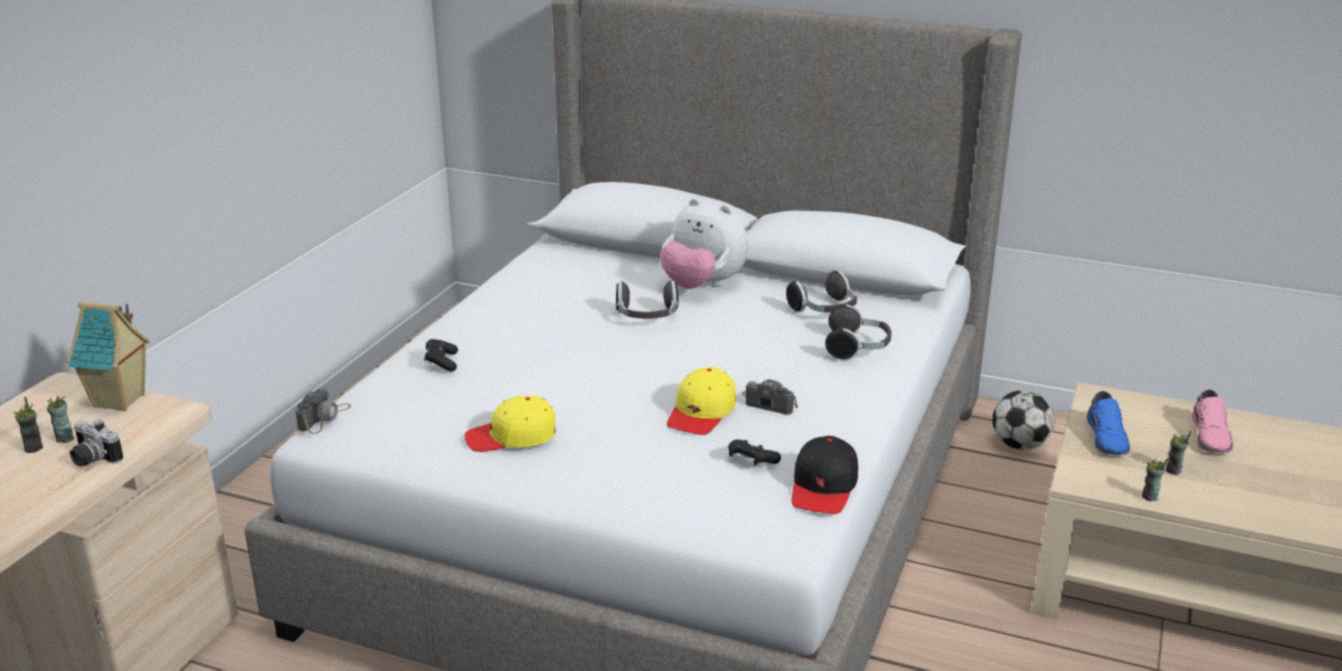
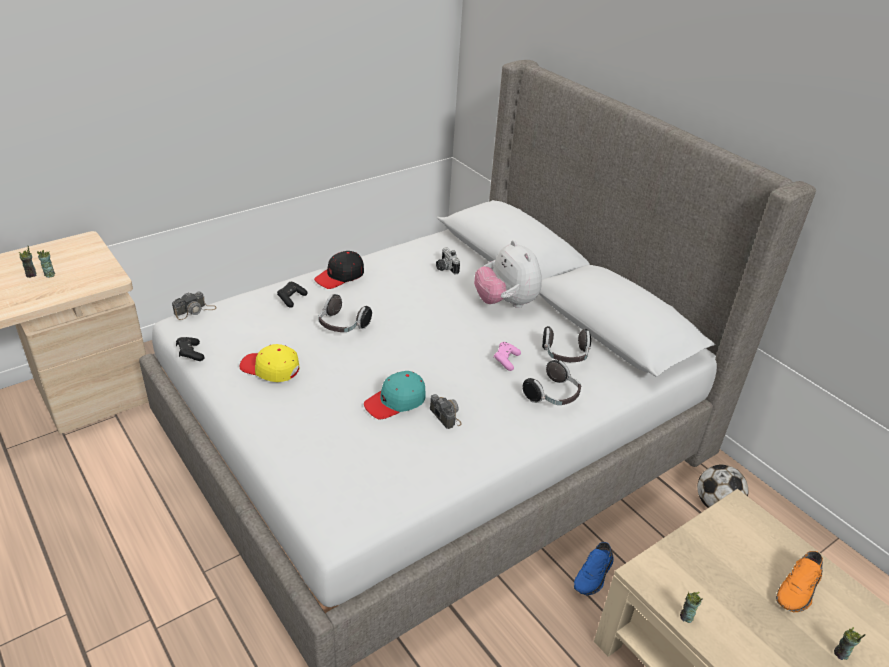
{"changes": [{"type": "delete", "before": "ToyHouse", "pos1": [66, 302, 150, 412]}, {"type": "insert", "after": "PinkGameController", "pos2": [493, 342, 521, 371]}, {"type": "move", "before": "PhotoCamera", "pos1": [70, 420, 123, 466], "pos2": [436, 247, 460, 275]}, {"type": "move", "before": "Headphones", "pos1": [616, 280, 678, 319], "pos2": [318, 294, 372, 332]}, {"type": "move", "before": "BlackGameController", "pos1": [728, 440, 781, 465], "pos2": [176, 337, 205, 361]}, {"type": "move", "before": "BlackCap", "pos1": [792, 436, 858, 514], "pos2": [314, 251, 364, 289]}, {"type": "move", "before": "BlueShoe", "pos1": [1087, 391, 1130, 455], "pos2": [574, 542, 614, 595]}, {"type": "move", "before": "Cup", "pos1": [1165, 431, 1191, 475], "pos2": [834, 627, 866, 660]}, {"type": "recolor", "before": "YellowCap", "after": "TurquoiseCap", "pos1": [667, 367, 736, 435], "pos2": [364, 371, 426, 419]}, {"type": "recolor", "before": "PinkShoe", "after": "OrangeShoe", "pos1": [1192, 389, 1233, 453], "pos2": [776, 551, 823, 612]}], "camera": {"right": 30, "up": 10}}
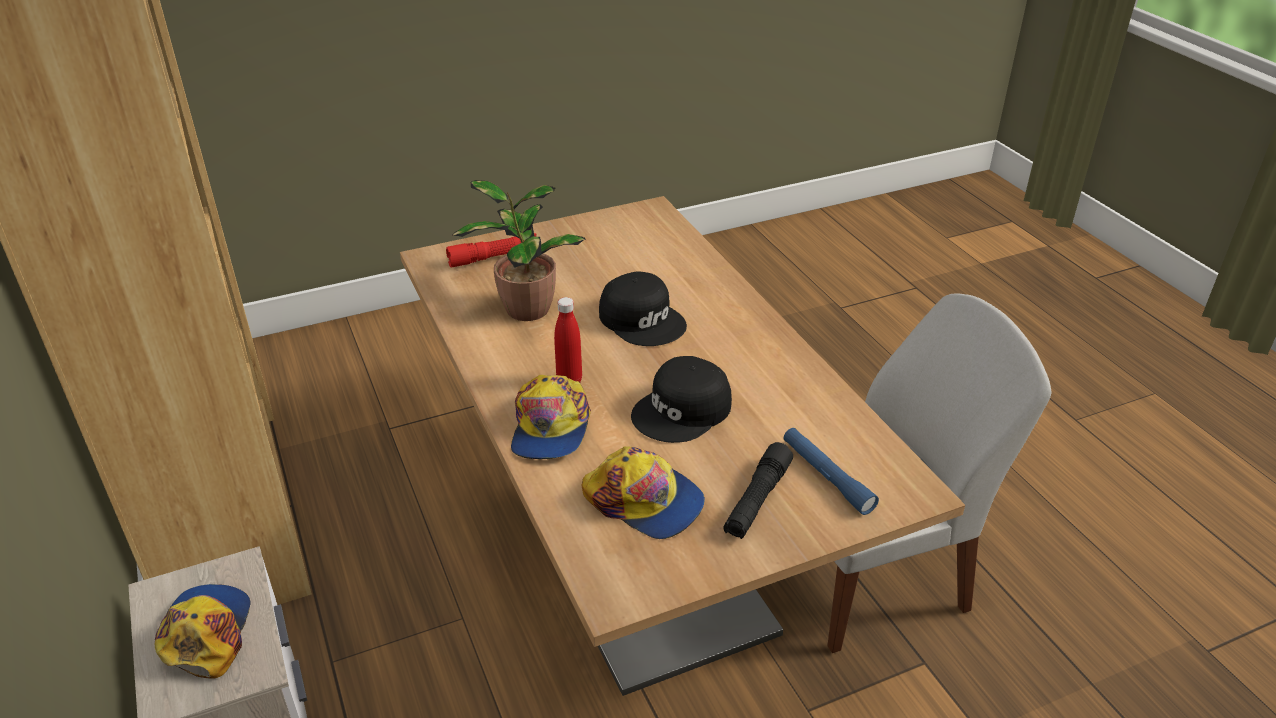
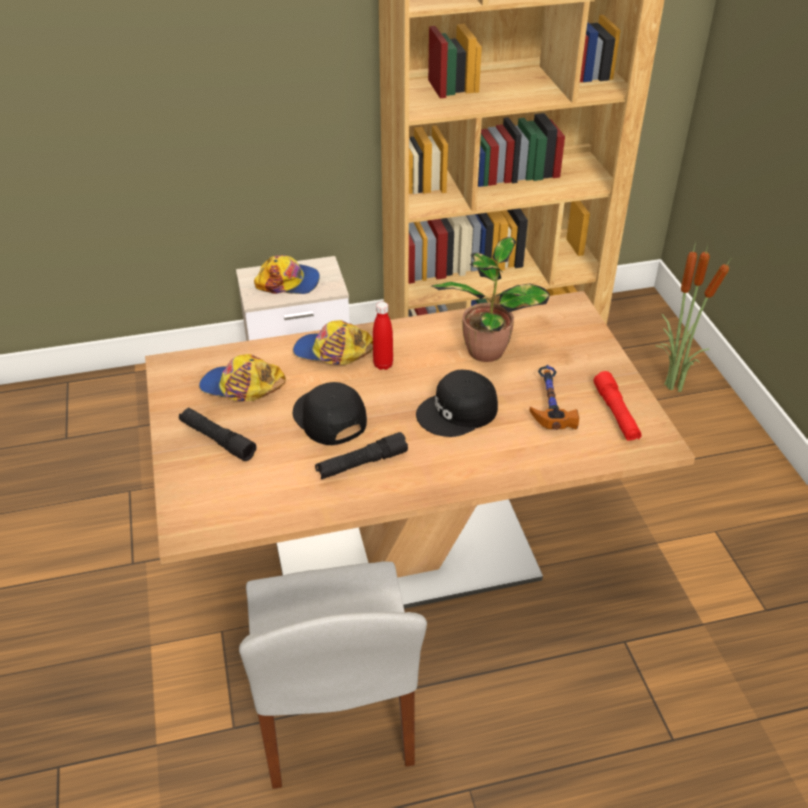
{"changes": [{"type": "delete", "before": "BlueFlashlight", "pos1": [784, 428, 879, 515]}, {"type": "insert", "after": "BlackFlashlight", "pos2": [315, 432, 408, 479]}, {"type": "insert", "after": "Hammer", "pos2": [529, 365, 579, 430]}, {"type": "insert", "after": "PottedPlant", "pos2": [655, 242, 731, 392]}, {"type": "move", "before": "RedFlashlight", "pos1": [446, 233, 536, 267], "pos2": [594, 371, 642, 441]}, {"type": "rotate", "before": "Cap", "pos1": [582, 446, 705, 539], "pos2": [199, 354, 286, 401], "turn": 60}], "camera": {"right": 100, "up": 5}}
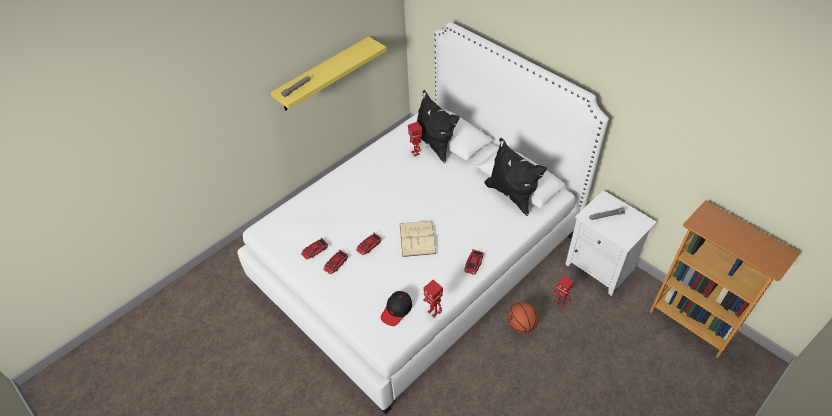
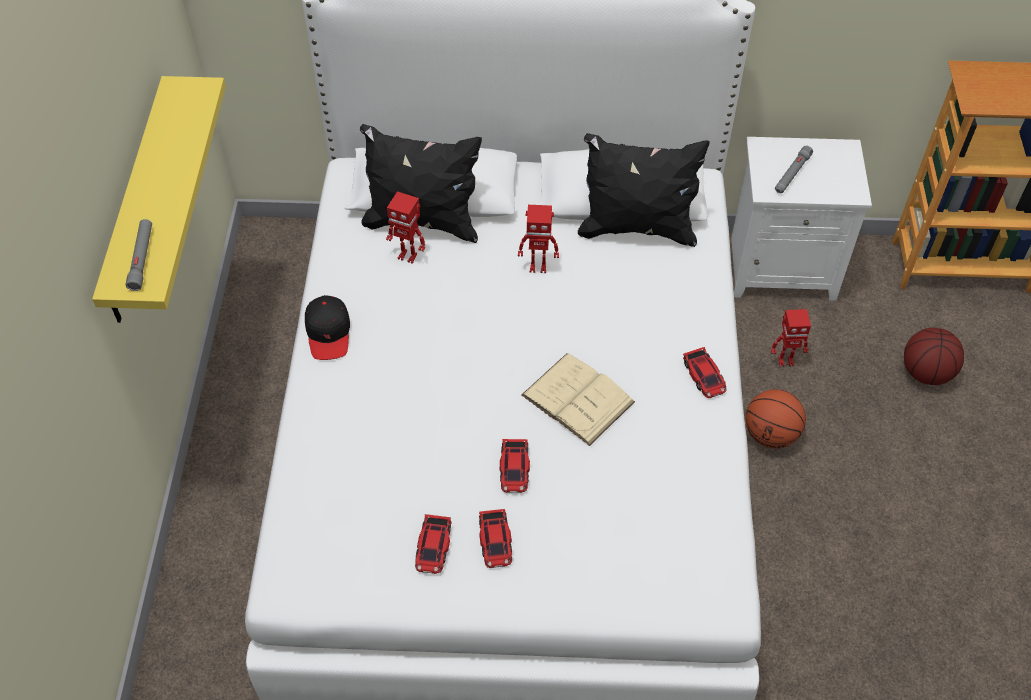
{"changes": [{"type": "insert", "after": "Basketball", "pos2": [904, 328, 964, 385]}, {"type": "move", "before": "BlackCap", "pos1": [381, 291, 412, 326], "pos2": [305, 295, 350, 360]}, {"type": "move", "before": "ToyRobot", "pos1": [423, 280, 443, 317], "pos2": [518, 205, 559, 273]}], "camera": {"right": -45, "up": 5}}
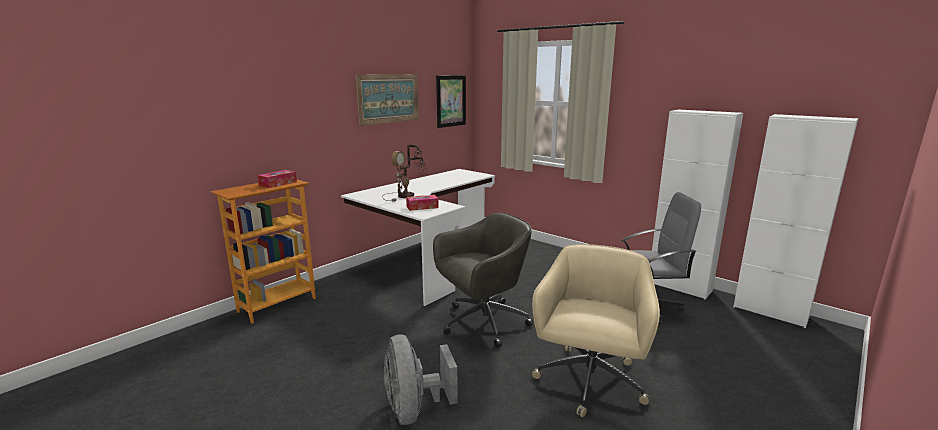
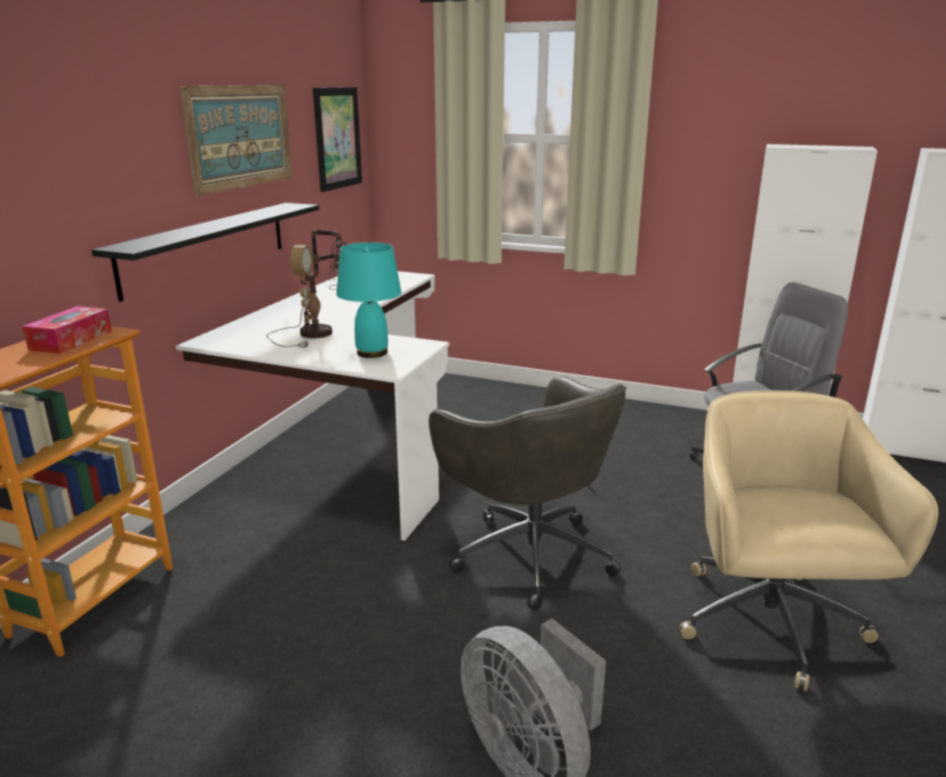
{"changes": [{"type": "insert", "after": "BlackShelf", "pos2": [91, 203, 319, 302]}, {"type": "replace", "before": "TissueBox", "after": "TurquoiseTableLamp", "pos1": [406, 195, 439, 211], "pos2": [336, 242, 401, 358]}, {"type": "rotate", "before": "GreyOfficeChair", "pos1": [433, 213, 533, 347], "pos2": [429, 376, 627, 611], "turn": 105}], "camera": {"right": -20, "up": 5}}
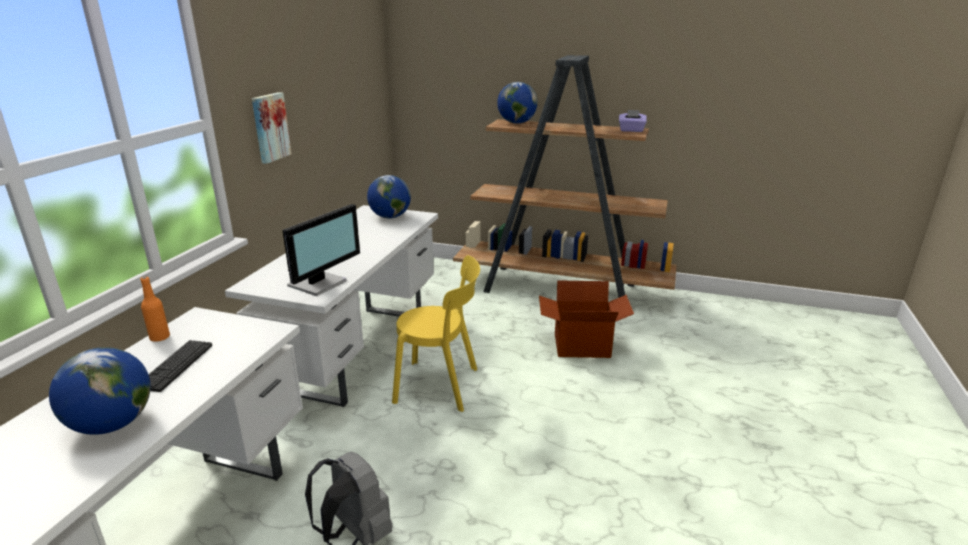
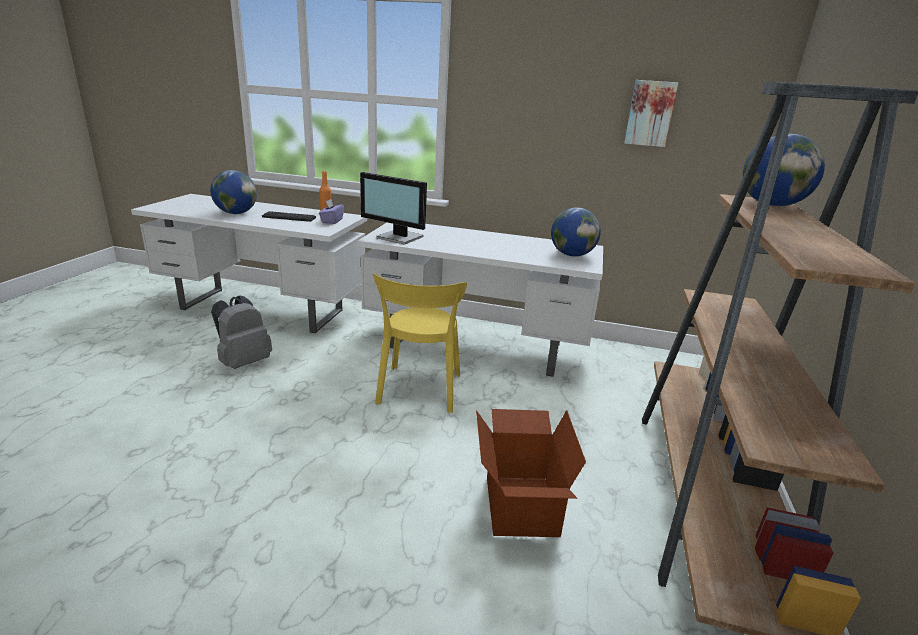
{"changes": [{"type": "move", "before": "Picture", "pos1": [252, 92, 292, 164], "pos2": [624, 80, 679, 147]}, {"type": "move", "before": "PurpleTissueBox", "pos1": [619, 110, 647, 132], "pos2": [319, 199, 344, 224]}], "camera": {"right": 85, "up": 0}}
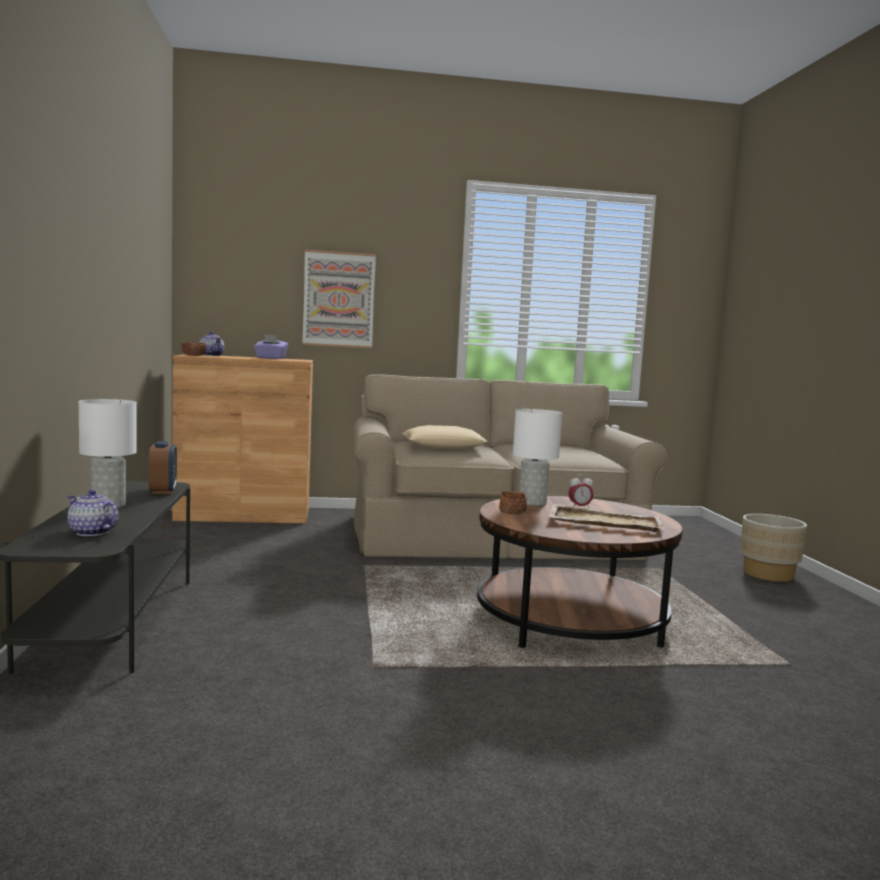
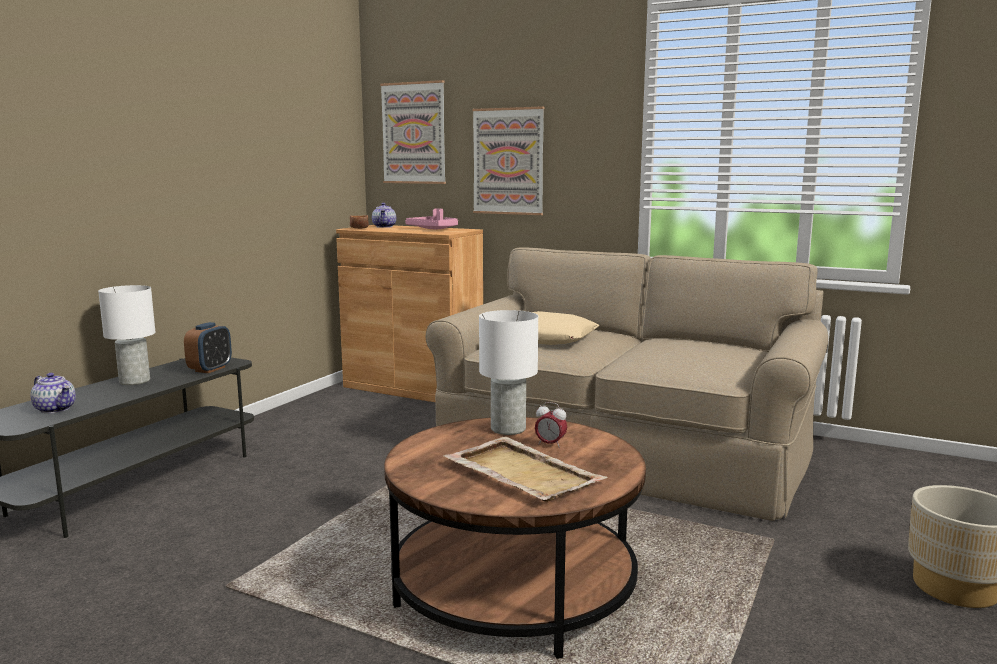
{"changes": [{"type": "delete", "before": "BrownBowl", "pos1": [499, 491, 526, 514]}, {"type": "insert", "after": "Picture", "pos2": [380, 80, 446, 184]}, {"type": "replace", "before": "PurpleTissueBox", "after": "PinkTray", "pos1": [254, 334, 288, 359], "pos2": [405, 208, 458, 229]}, {"type": "rotate", "before": "Teapot", "pos1": [67, 490, 119, 536], "pos2": [30, 373, 76, 413], "turn": 150}], "camera": {"right": 35, "up": 5}}
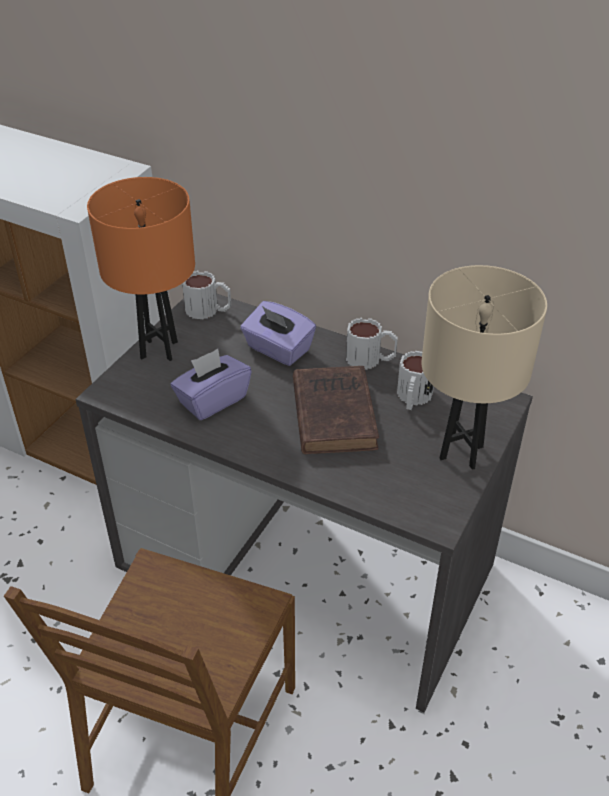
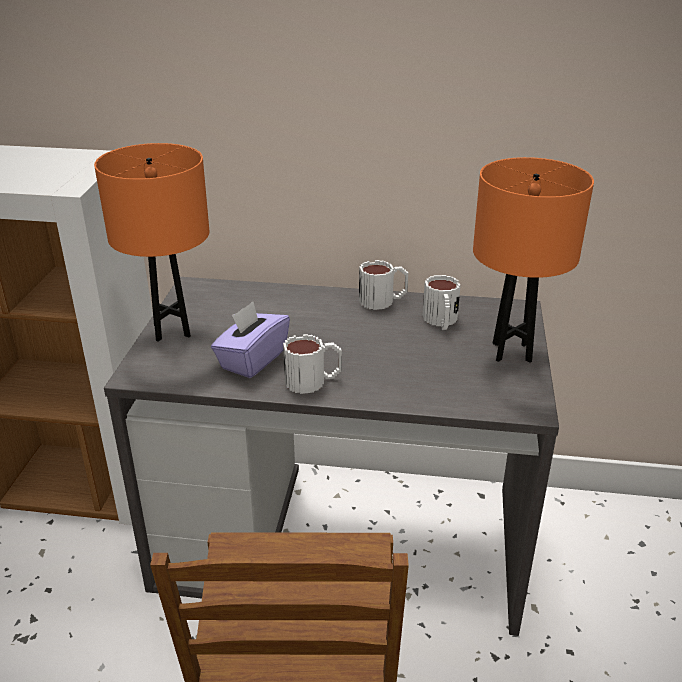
{"changes": [{"type": "delete", "before": "PurpleTissueBox", "pos1": [240, 301, 316, 366]}, {"type": "delete", "before": "BrownBook", "pos1": [293, 366, 379, 454]}, {"type": "move", "before": "Mug", "pos1": [182, 271, 231, 320], "pos2": [283, 334, 342, 394]}, {"type": "recolor", "before": "BeigeTableLamp", "after": "OrangeTableLamp", "pos1": [421, 265, 547, 470], "pos2": [473, 157, 594, 363]}], "camera": {"right": -20, "up": -10}}
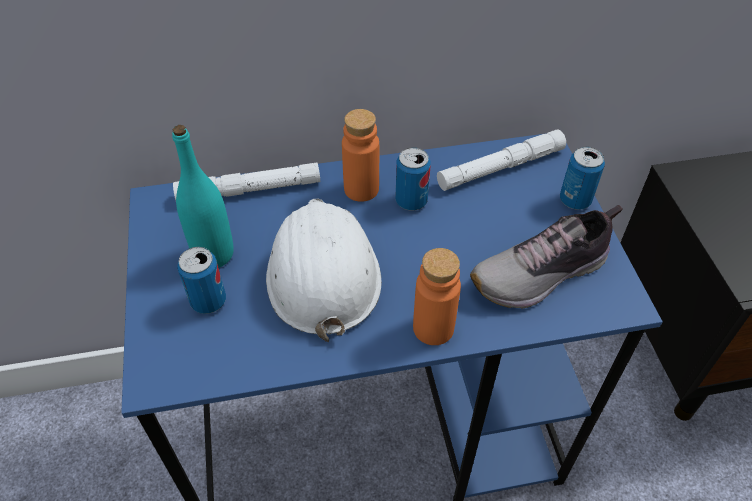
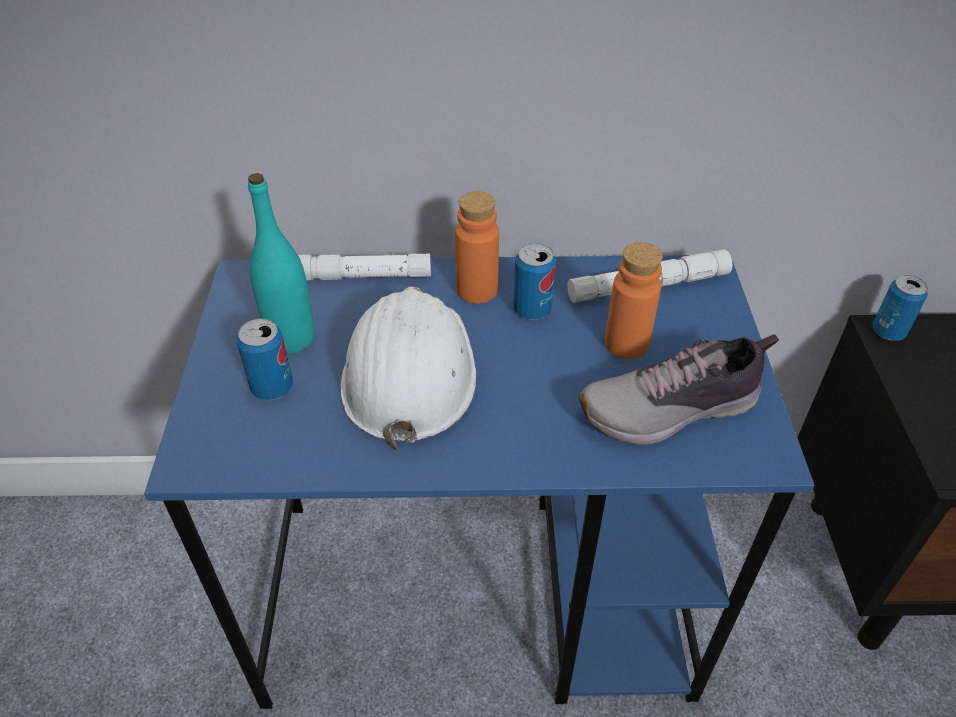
{"changes": [{"type": "move", "before": "OrangeBottle", "pos1": [413, 248, 461, 345], "pos2": [605, 242, 663, 359]}, {"type": "move", "before": "Can", "pos1": [560, 147, 605, 210], "pos2": [873, 275, 928, 341]}], "camera": {"right": 10, "up": -5}}
